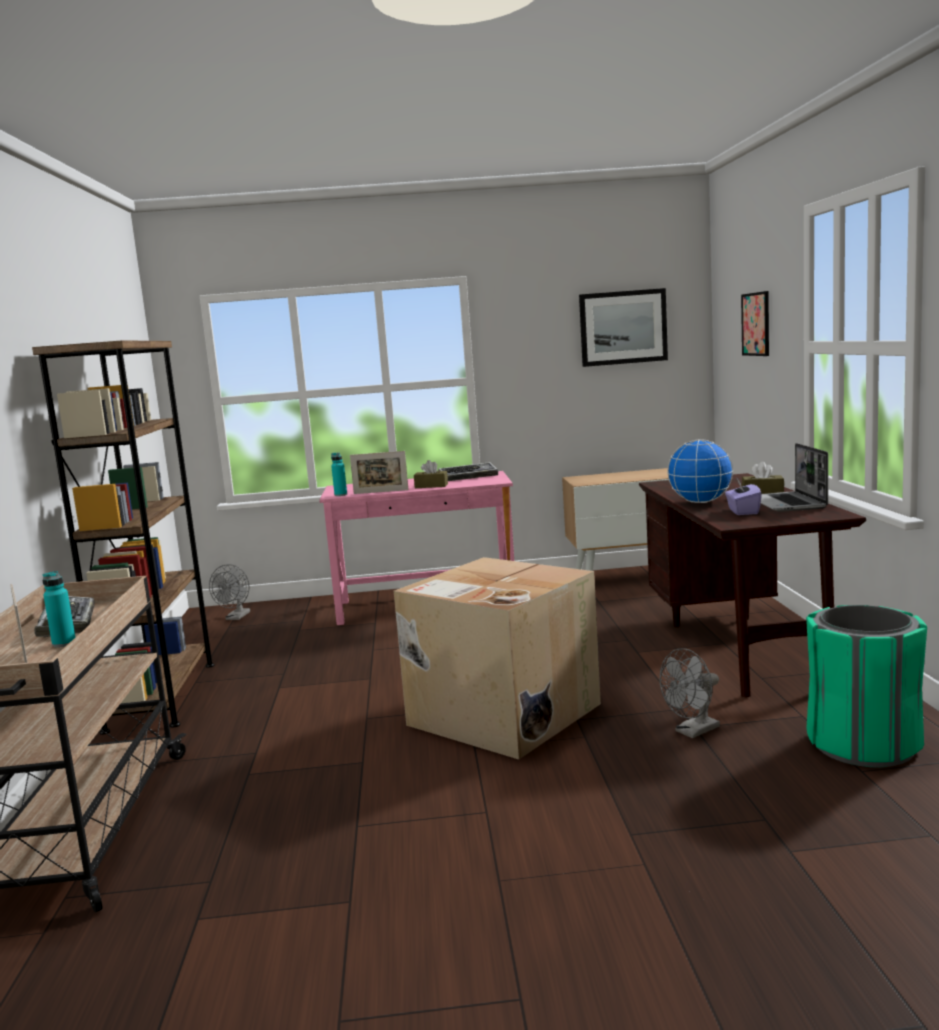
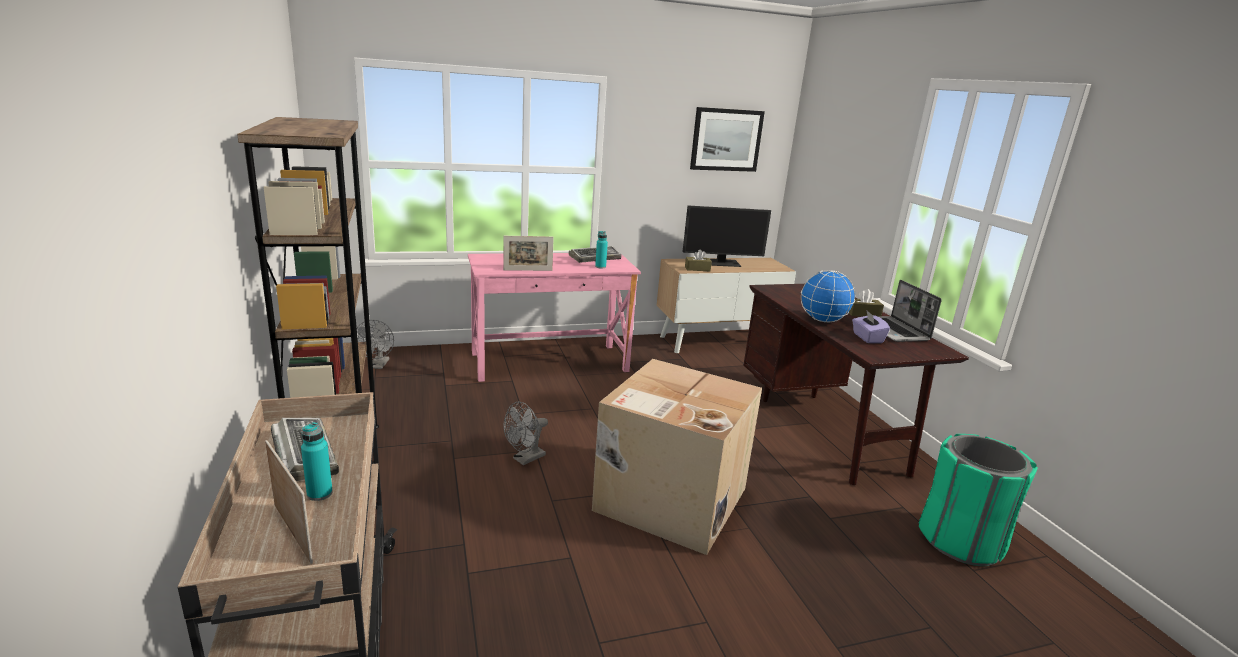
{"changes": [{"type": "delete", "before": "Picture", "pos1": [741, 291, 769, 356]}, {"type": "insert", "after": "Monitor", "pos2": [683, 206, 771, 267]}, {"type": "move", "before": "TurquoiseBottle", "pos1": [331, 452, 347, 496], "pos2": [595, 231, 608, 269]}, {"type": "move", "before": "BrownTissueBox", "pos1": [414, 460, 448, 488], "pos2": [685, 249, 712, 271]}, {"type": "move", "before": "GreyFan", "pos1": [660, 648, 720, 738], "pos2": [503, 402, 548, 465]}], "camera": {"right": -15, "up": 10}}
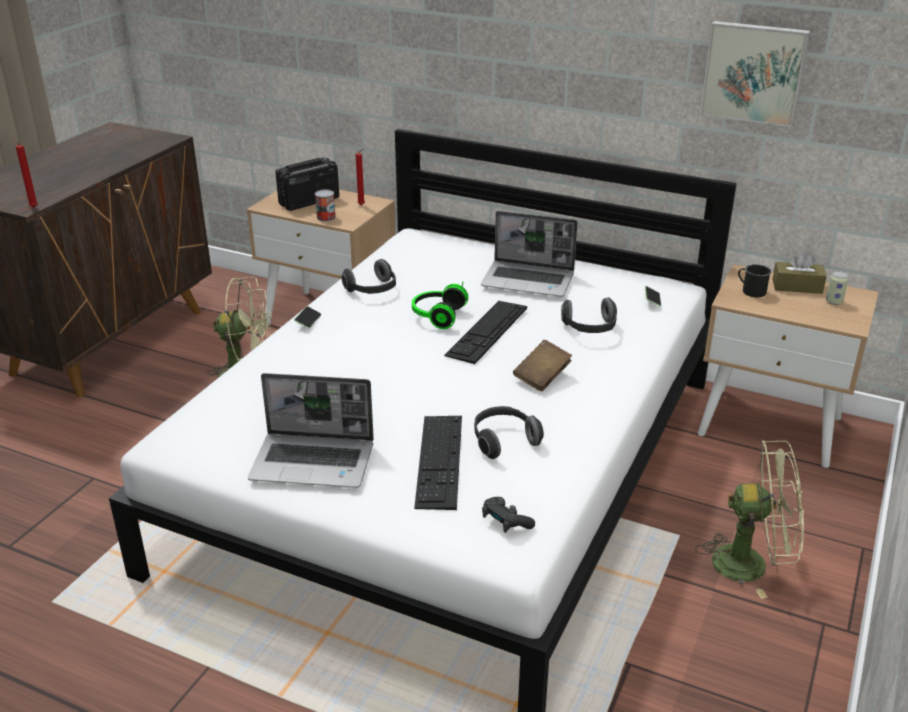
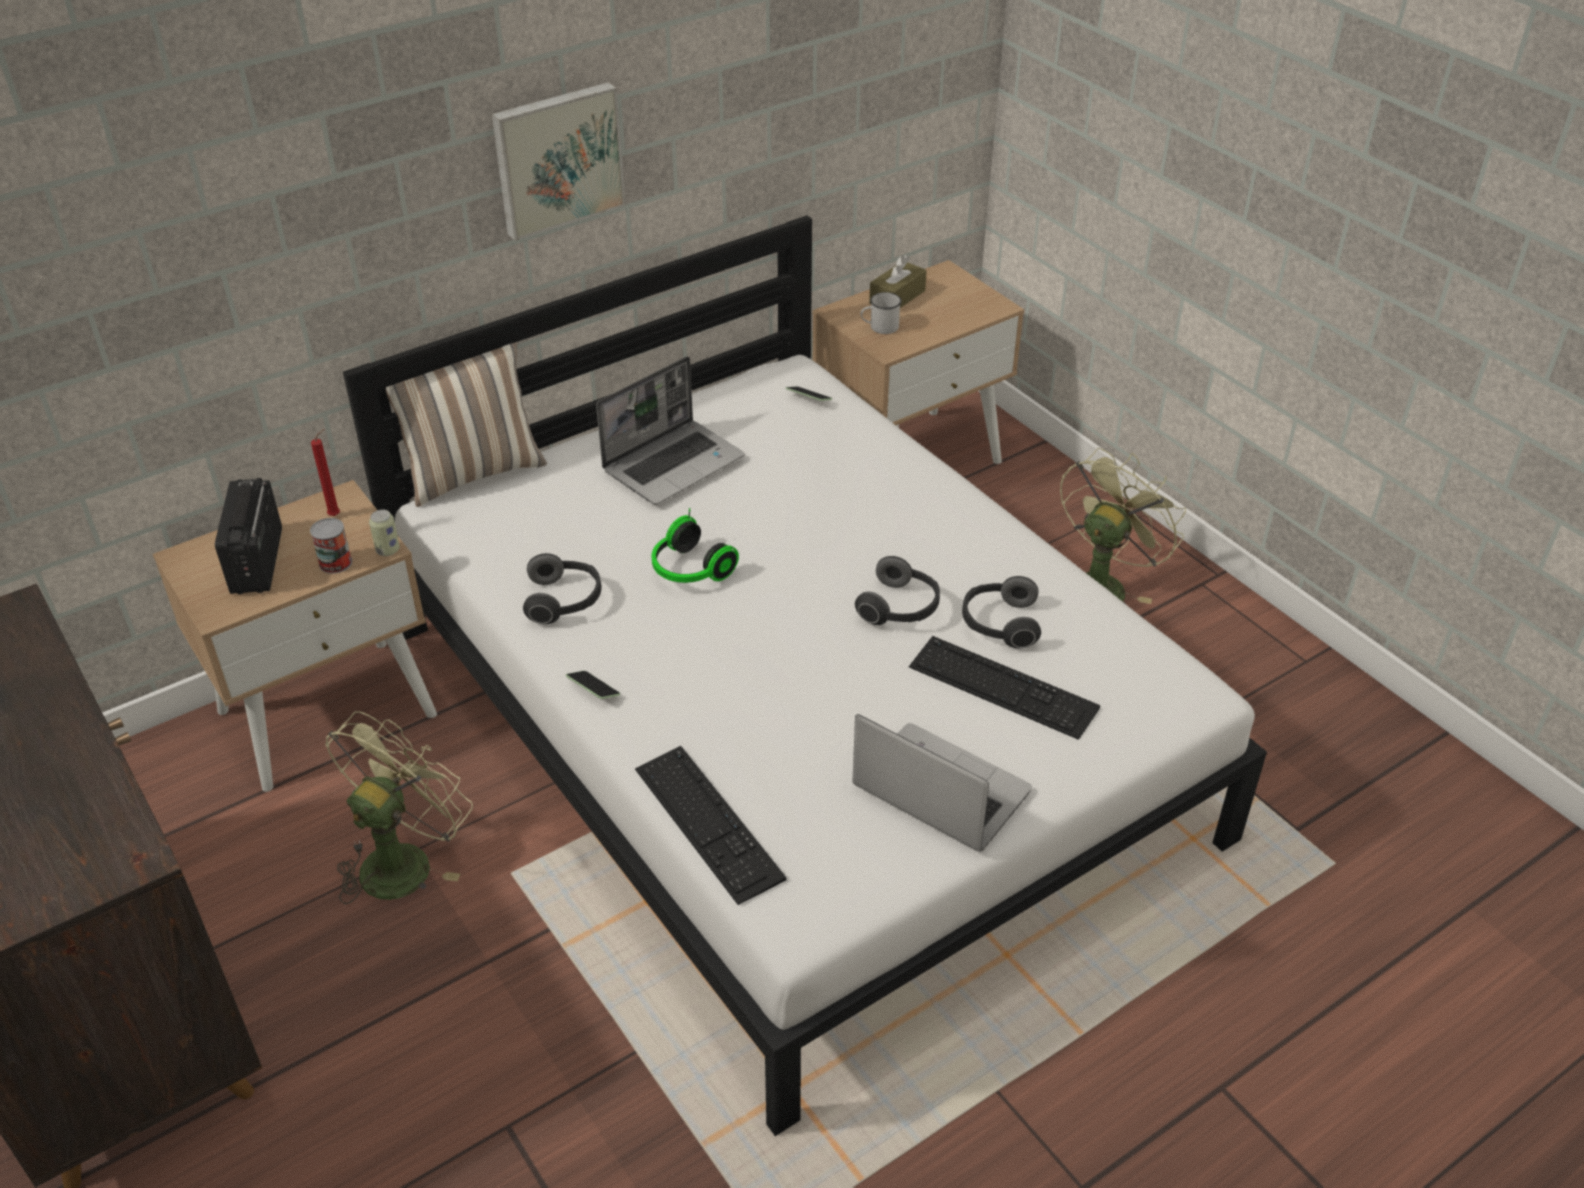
{"changes": [{"type": "delete", "before": "RedCandle", "pos1": [13, 138, 38, 207]}, {"type": "delete", "before": "BlackGameController", "pos1": [482, 497, 535, 533]}, {"type": "delete", "before": "BrownBook", "pos1": [513, 340, 572, 391]}, {"type": "insert", "after": "Pillow", "pos2": [386, 342, 547, 507]}, {"type": "move", "before": "Keyboard", "pos1": [444, 301, 527, 364], "pos2": [635, 746, 786, 905]}, {"type": "move", "before": "Headphones", "pos1": [561, 297, 617, 333], "pos2": [855, 556, 940, 625]}, {"type": "move", "before": "Picture", "pos1": [700, 21, 810, 127], "pos2": [492, 82, 626, 241]}, {"type": "move", "before": "Can", "pos1": [826, 271, 848, 305], "pos2": [369, 510, 400, 556]}, {"type": "recolor", "before": "BlackMug", "after": "WhiteMug", "pos1": [738, 264, 771, 297], "pos2": [861, 292, 902, 334]}, {"type": "rotate", "before": "Laptop", "pos1": [248, 373, 374, 488], "pos2": [852, 714, 1032, 852], "turn": -90}], "camera": {"right": -60, "up": 10}}
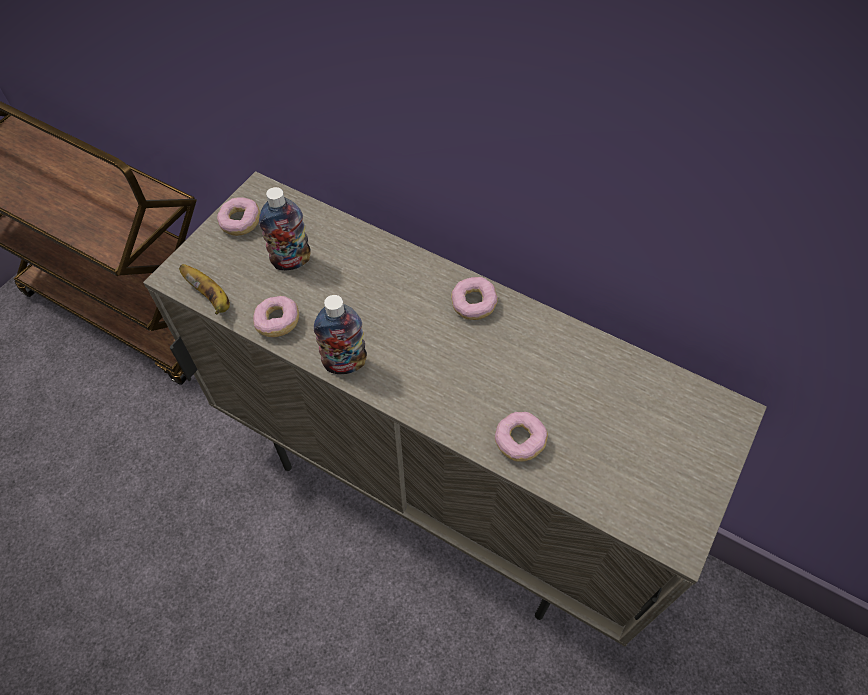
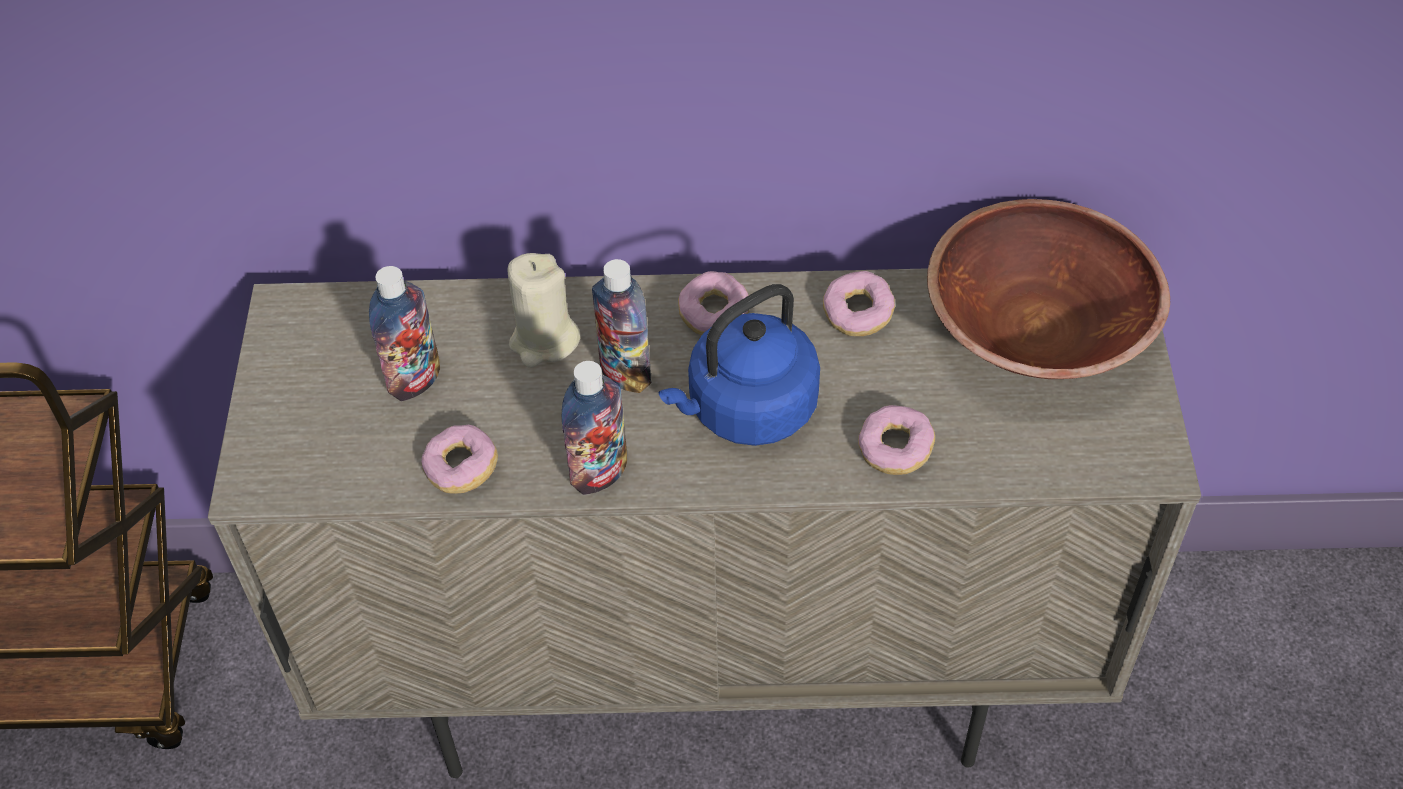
{"changes": [{"type": "delete", "before": "Banana", "pos1": [179, 264, 230, 315]}, {"type": "insert", "after": "BeigeCandle", "pos2": [508, 253, 580, 368]}, {"type": "insert", "after": "Bottle", "pos2": [592, 259, 651, 393]}, {"type": "insert", "after": "BlueKettle", "pos2": [659, 284, 820, 446]}, {"type": "insert", "after": "BrownBowl", "pos2": [927, 199, 1170, 379]}, {"type": "move", "before": "Donut", "pos1": [217, 197, 260, 236], "pos2": [823, 271, 895, 336]}], "camera": {"right": -30, "up": -5}}
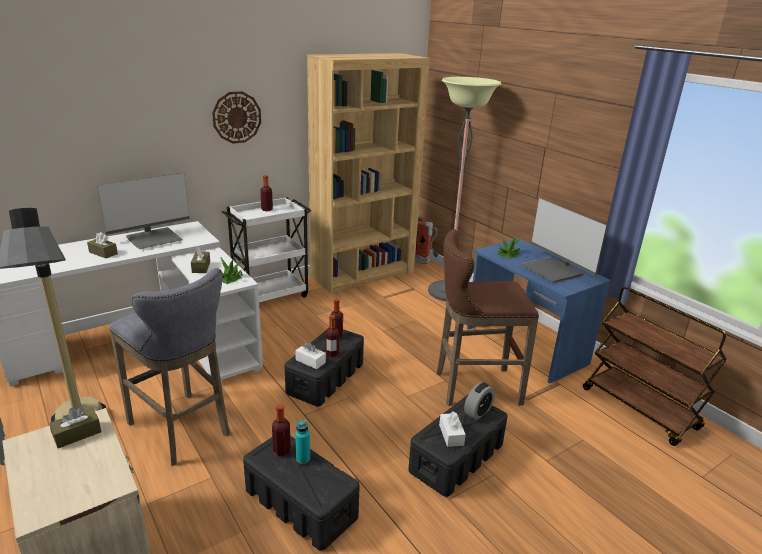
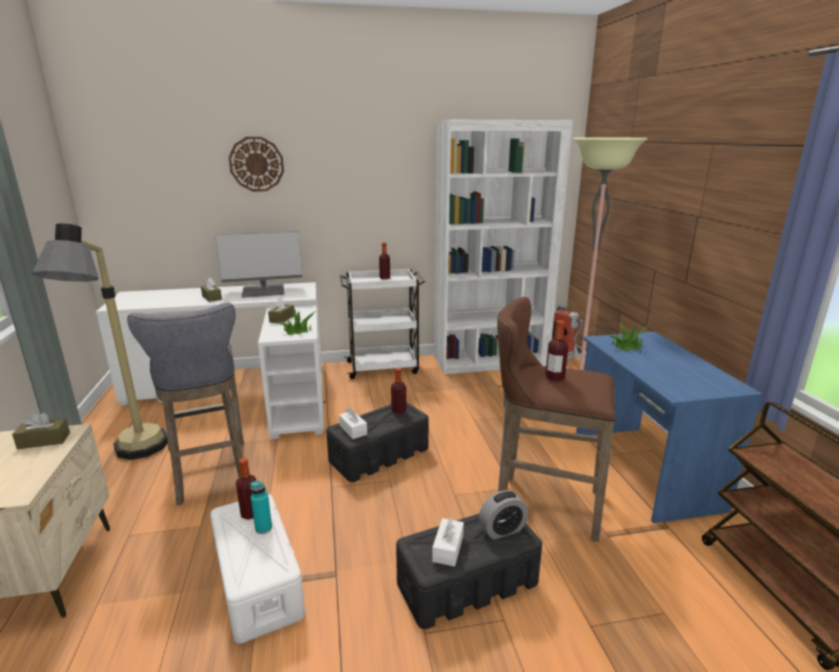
{"changes": [{"type": "delete", "before": "Monitor", "pos1": [520, 198, 607, 282]}, {"type": "move", "before": "WallClock", "pos1": [212, 91, 261, 144], "pos2": [229, 137, 284, 192]}, {"type": "move", "before": "Bottle", "pos1": [325, 315, 339, 357], "pos2": [545, 320, 568, 382]}, {"type": "recolor", "before": "BlackStorageBox", "after": "WhiteStorageBox", "pos1": [243, 436, 360, 550], "pos2": [210, 494, 305, 644]}, {"type": "recolor", "before": "BrownBookcase", "after": "WhiteBookcase", "pos1": [307, 53, 430, 294], "pos2": [434, 120, 573, 374]}], "camera": {"right": 25, "up": -5}}
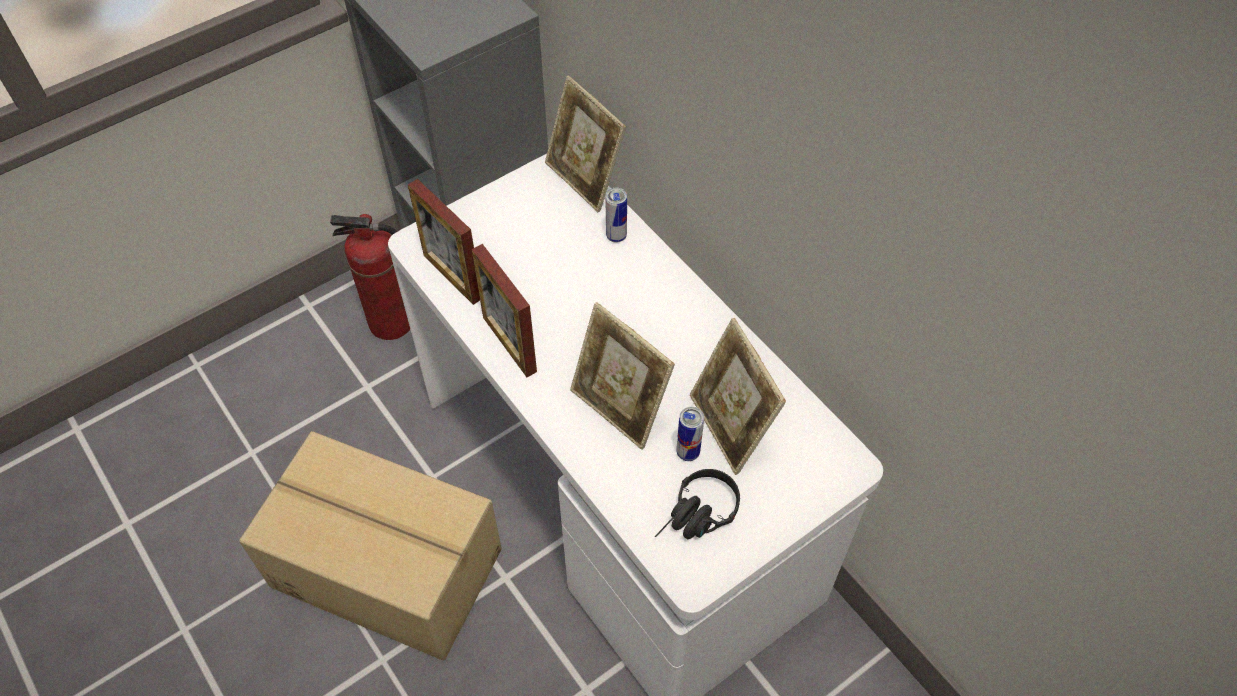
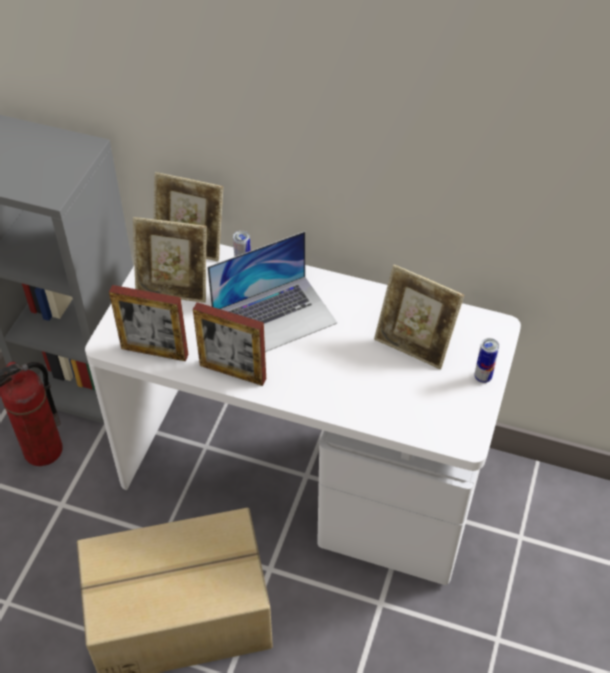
{"changes": [{"type": "delete", "before": "BlackHeadphones", "pos1": [655, 469, 740, 540]}, {"type": "insert", "after": "Laptop", "pos2": [207, 231, 337, 352]}, {"type": "move", "before": "PictureFrame", "pos1": [570, 302, 675, 450], "pos2": [133, 217, 207, 303]}, {"type": "move", "before": "Can", "pos1": [676, 407, 704, 461], "pos2": [475, 338, 499, 383]}], "camera": {"right": -35, "up": -5}}
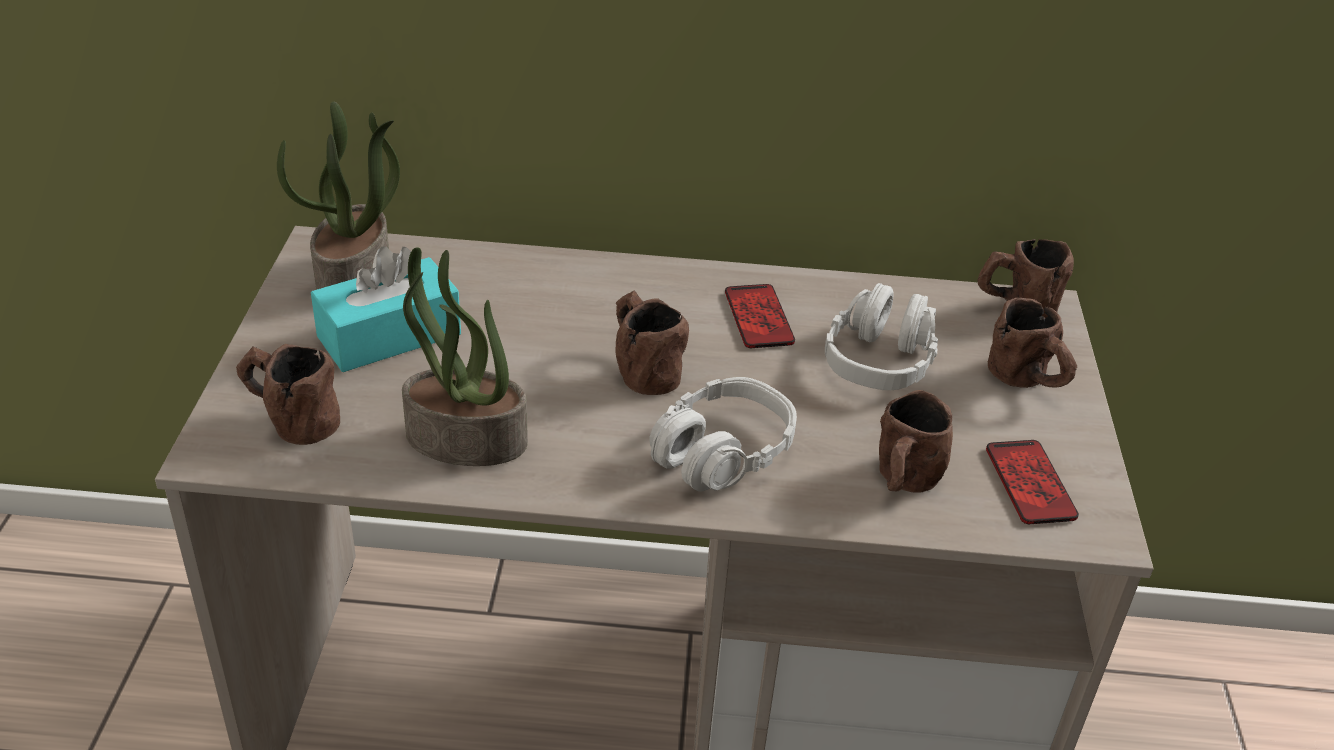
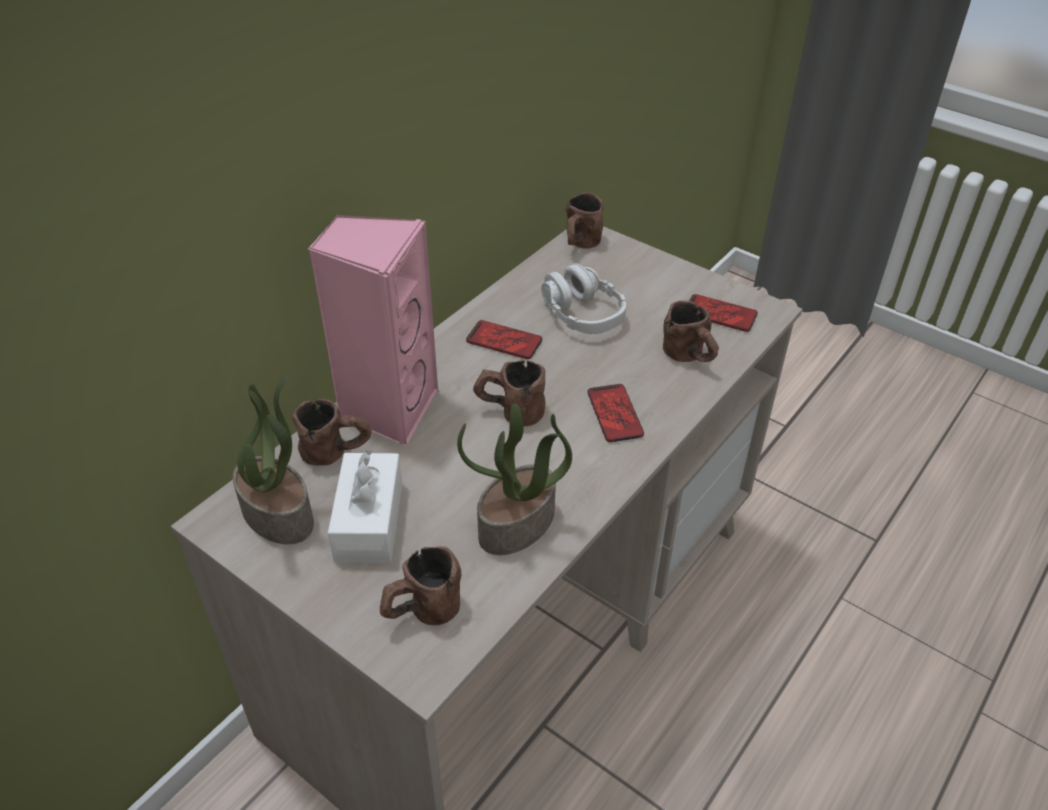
{"changes": [{"type": "insert", "after": "PinkSpeaker", "pos2": [308, 214, 439, 446]}, {"type": "move", "before": "BrownMug", "pos1": [988, 298, 1077, 388], "pos2": [292, 399, 372, 466]}, {"type": "replace", "before": "GreyHeadphones", "after": "Phone", "pos1": [649, 377, 797, 491], "pos2": [587, 384, 644, 442]}, {"type": "recolor", "before": "TurquoiseTissueBox", "after": "WhiteTissueBox", "pos1": [311, 246, 461, 372], "pos2": [328, 450, 402, 563]}], "camera": {"right": -55, "up": 5}}
